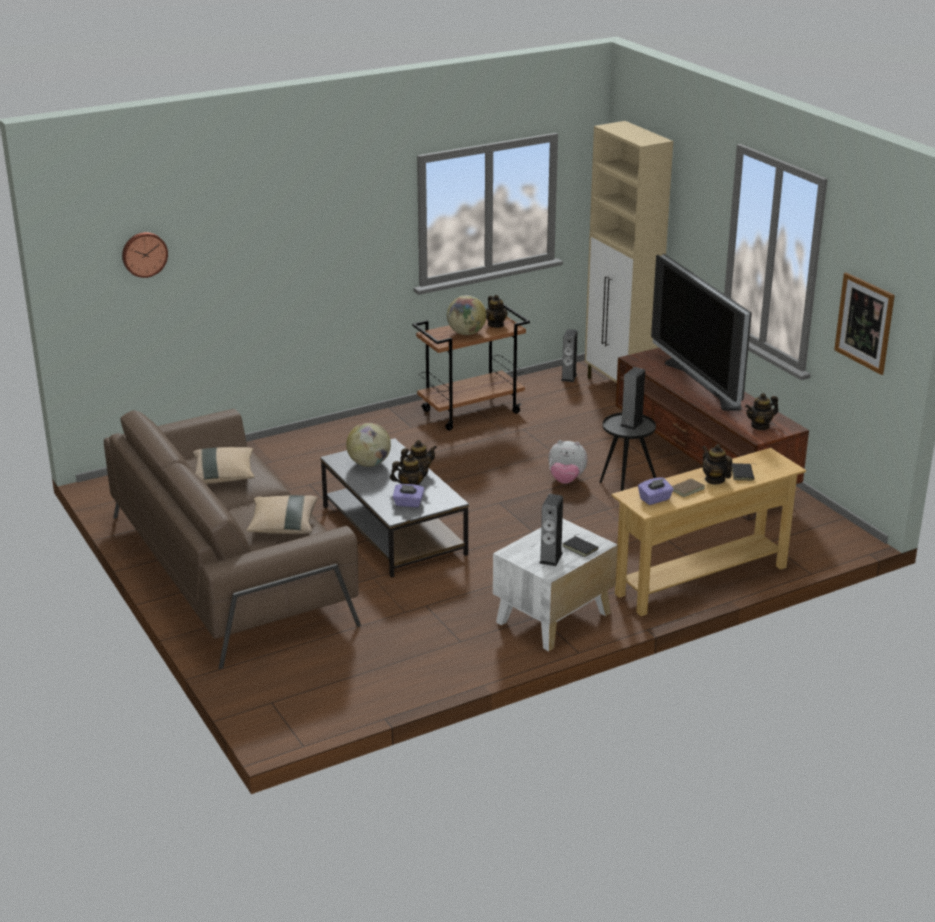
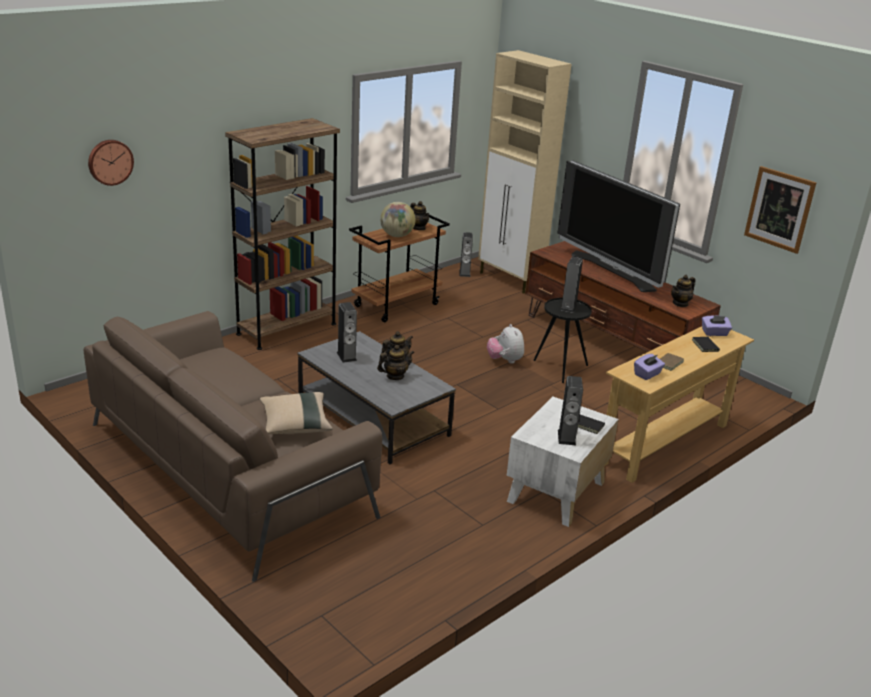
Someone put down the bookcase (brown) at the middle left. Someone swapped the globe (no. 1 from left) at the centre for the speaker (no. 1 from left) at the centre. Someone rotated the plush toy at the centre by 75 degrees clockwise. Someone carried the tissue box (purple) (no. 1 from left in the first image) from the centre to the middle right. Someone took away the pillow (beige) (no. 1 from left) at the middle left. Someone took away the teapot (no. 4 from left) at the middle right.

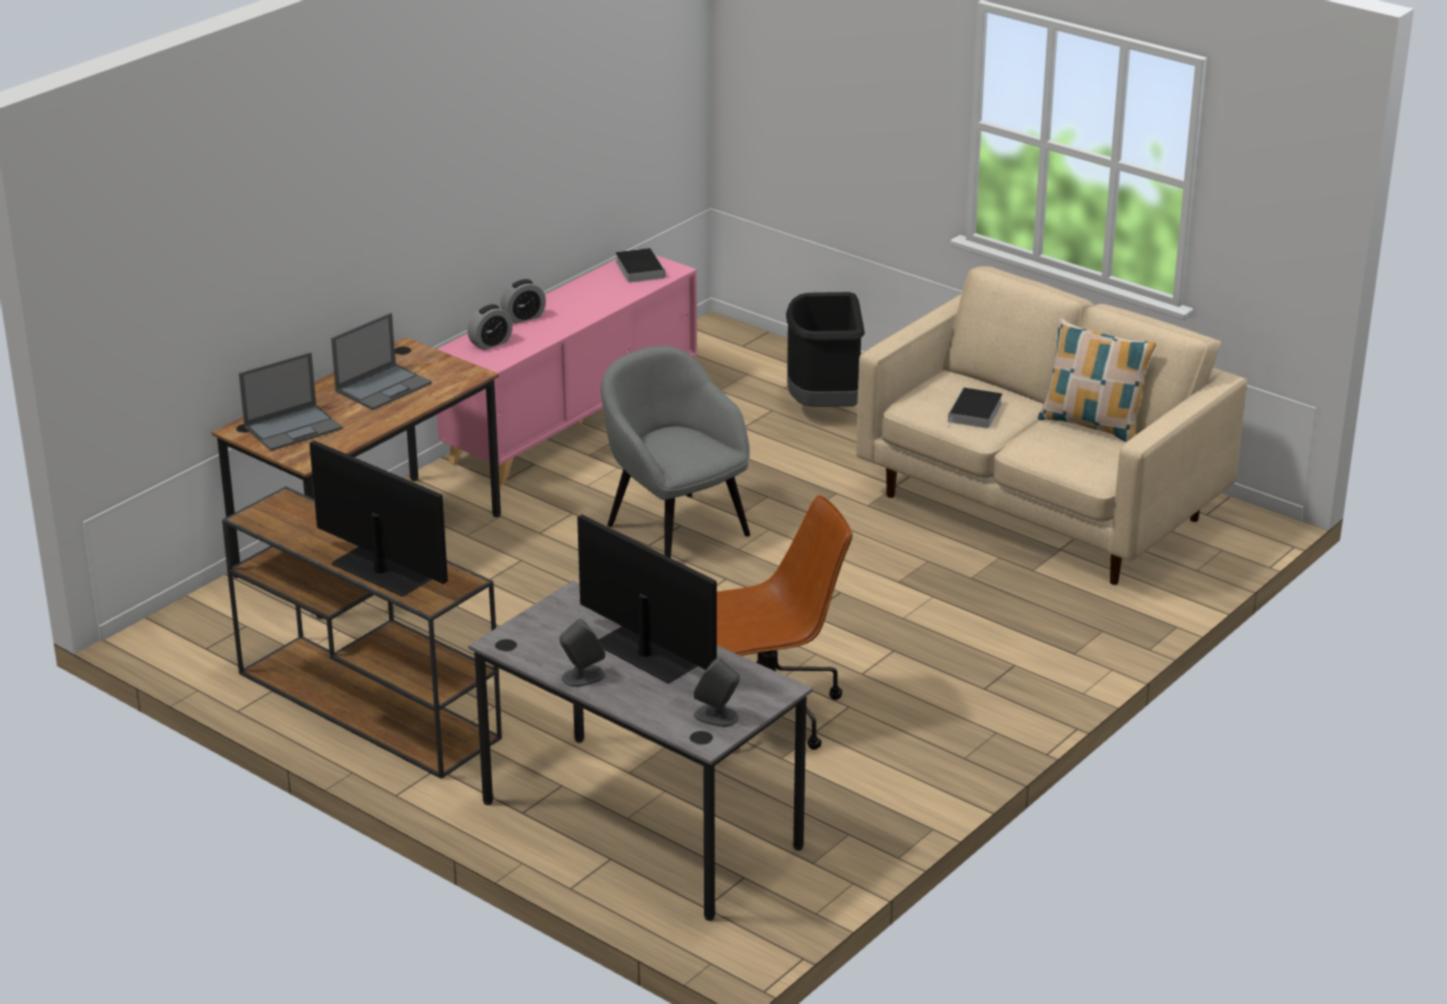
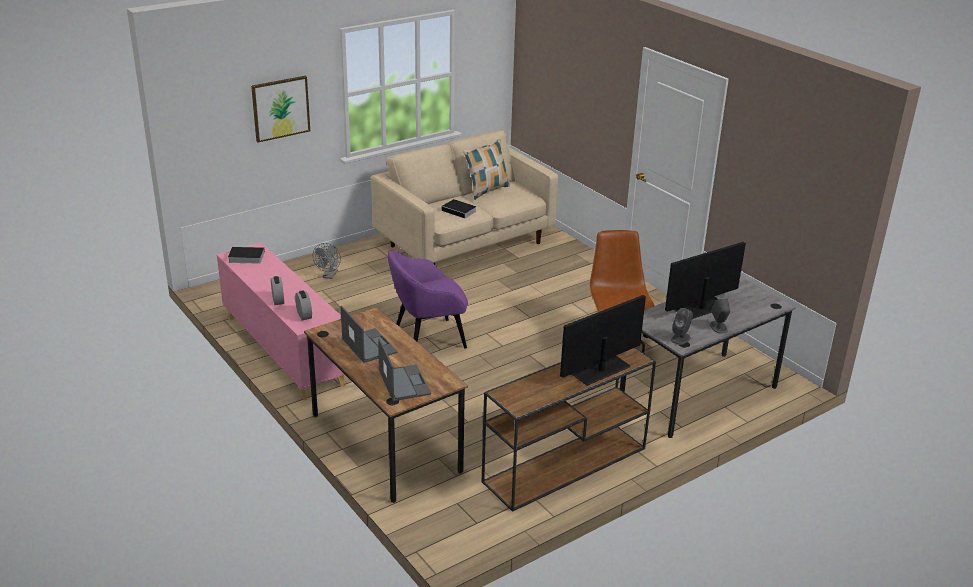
Someone put up the picture at the top left. Someone swapped the trash can (black) at the centre for the fan (grey) at the centre. Someone repainted the armchair (grey) at the centre, which became the armchair (purple) at the centre. Someone carried the speaker (grey) (no. 2 from left in the first image) from the bottom centre to the middle right.

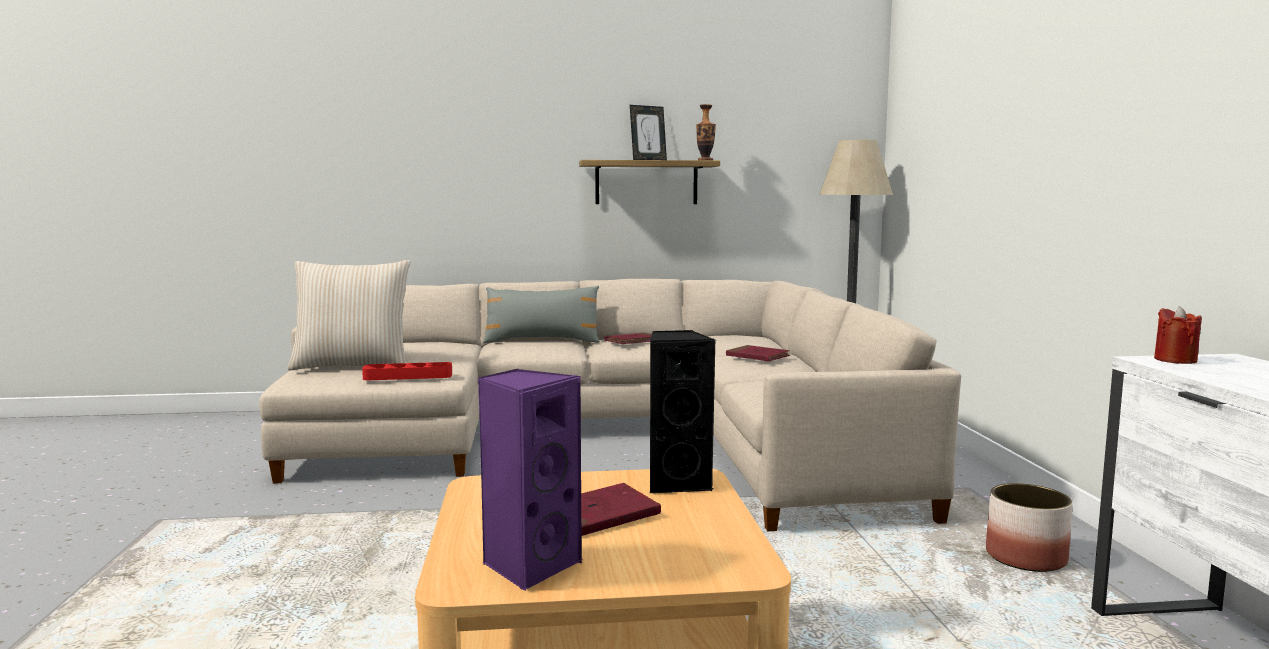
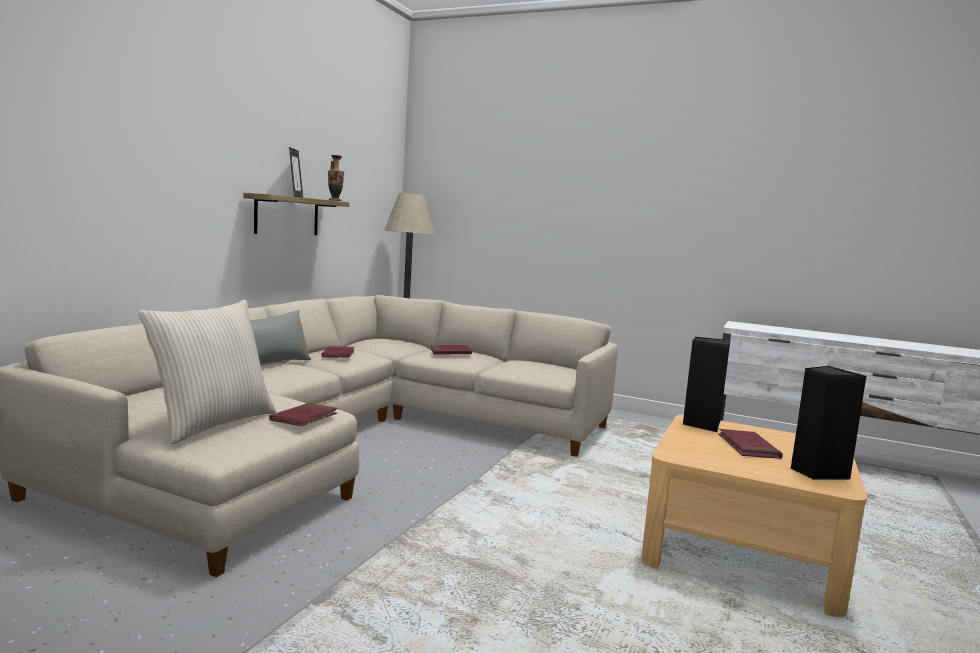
Someone swapped the tray (red) at the middle left for the book (red) (no. 1 from left) at the middle left. Someone repainted the speaker (purple) at the bottom centre, which became the speaker (black) (no. 2 from left) at the middle right. Someone took away the planter at the bottom right. Someone took away the candle (red) at the middle right.

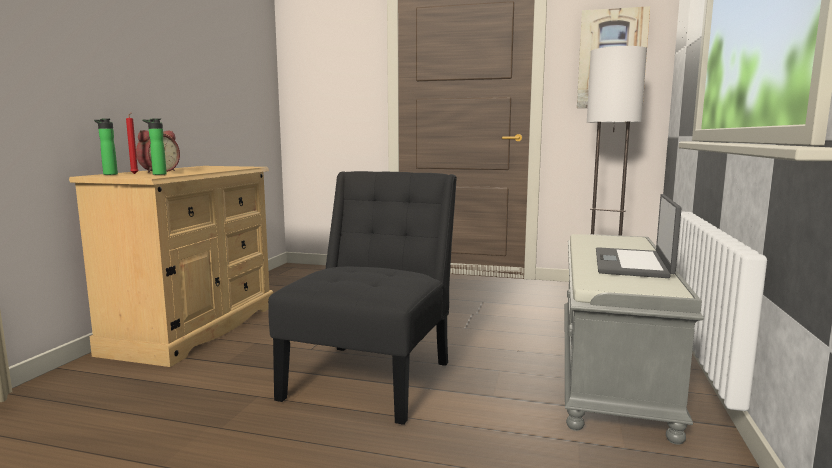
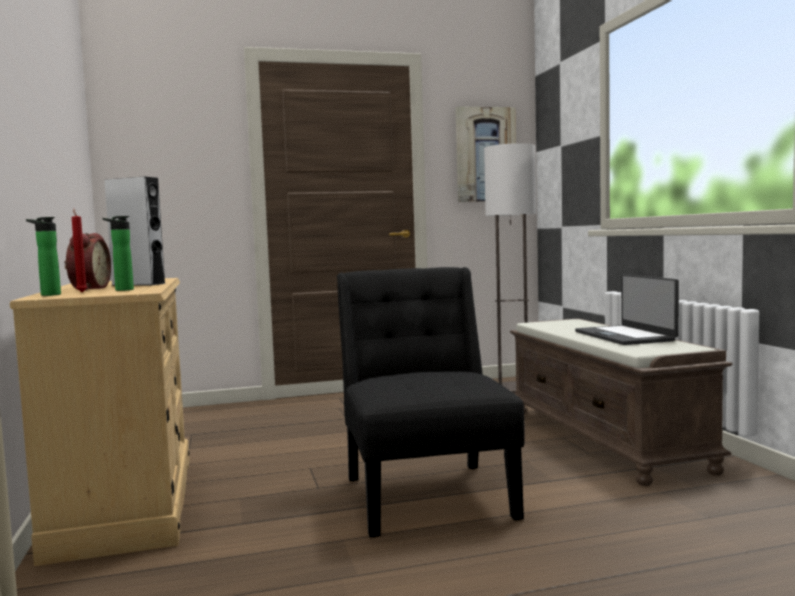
Someone put down the speaker (grey) at the middle left. Someone repainted the bench (grey) at the bottom right, which became the bench (brown) at the bottom right.

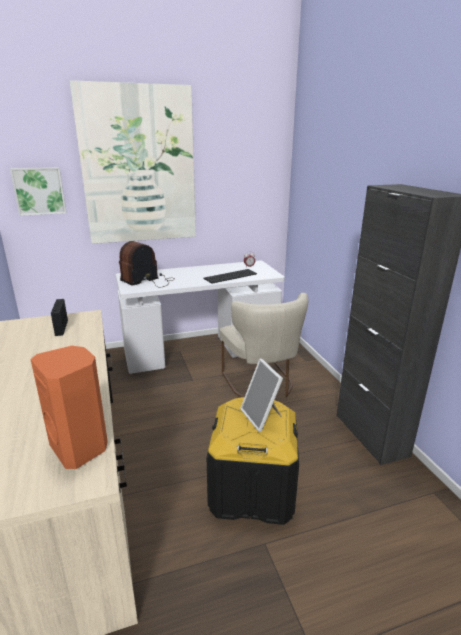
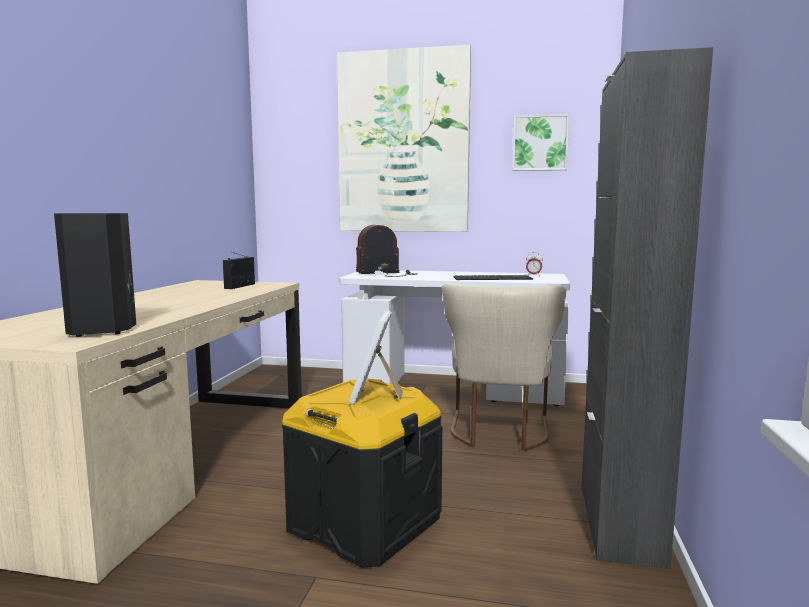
Someone repainted the speaker (orange) at the middle left, which became the speaker (black) at the middle left. Someone carried the picture (no. 1 from left in the first image) from the top left to the top right.

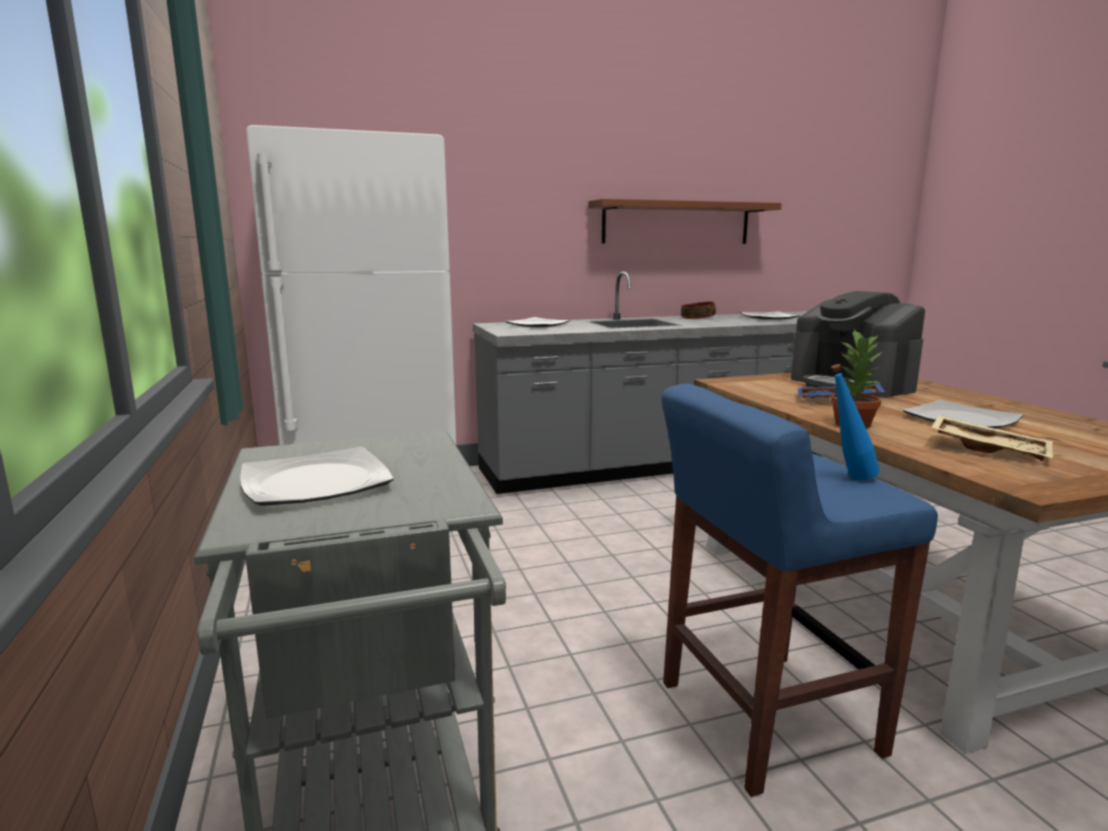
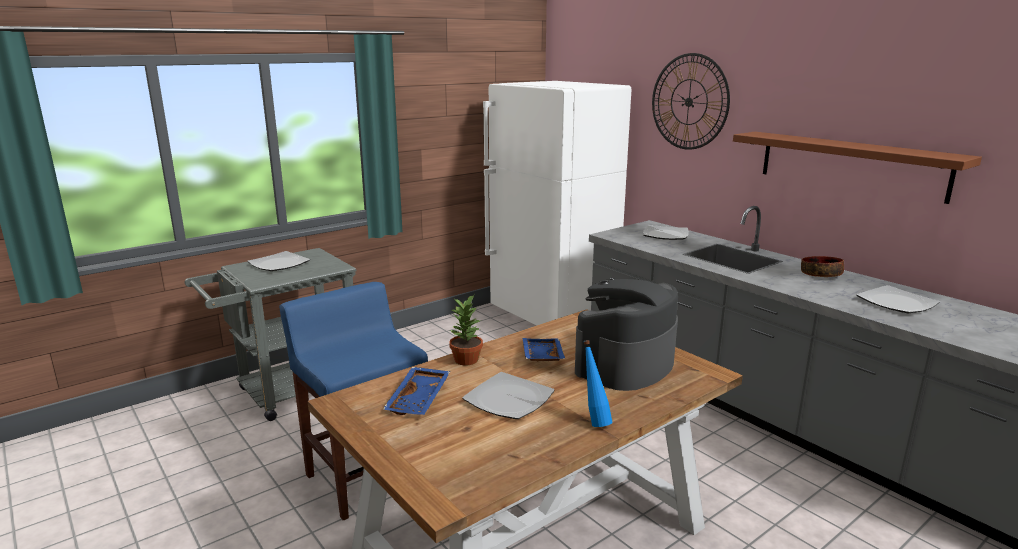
Someone repainted the tray (beige) at the middle right, which became the tray (blue) (no. 1 from left) at the bottom centre. Someone carried the bottle (blue) from the middle right to the bottom centre. Someone put up the wall clock at the top right.

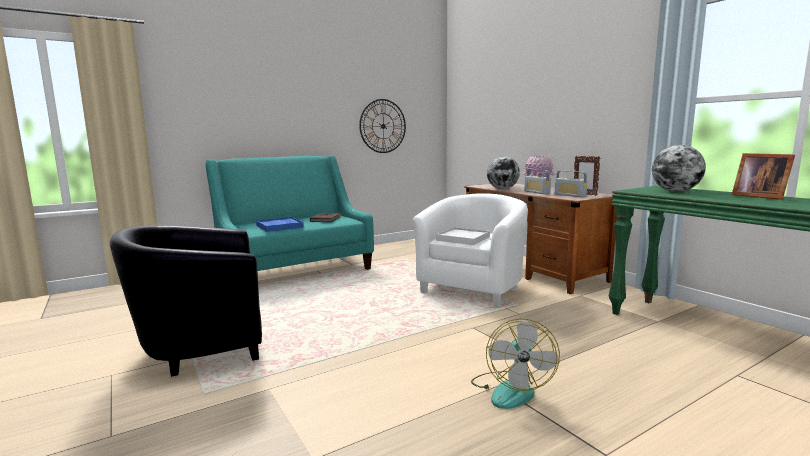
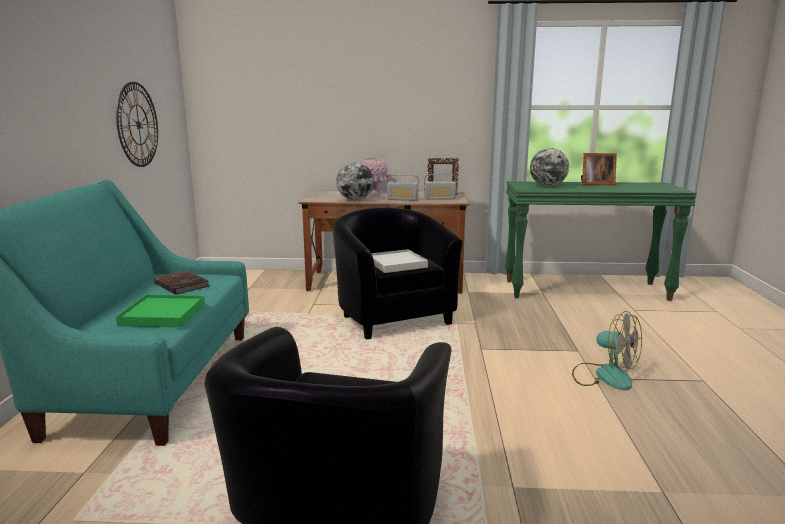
Someone repainted the tray (blue) at the centre, which became the tray (green) at the middle left. Someone repainted the armchair (white) at the centre, which became the armchair (black) (no. 2 from left) at the centre.

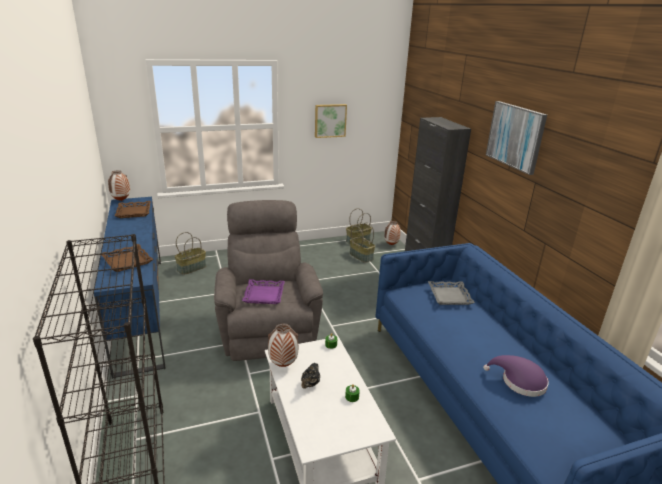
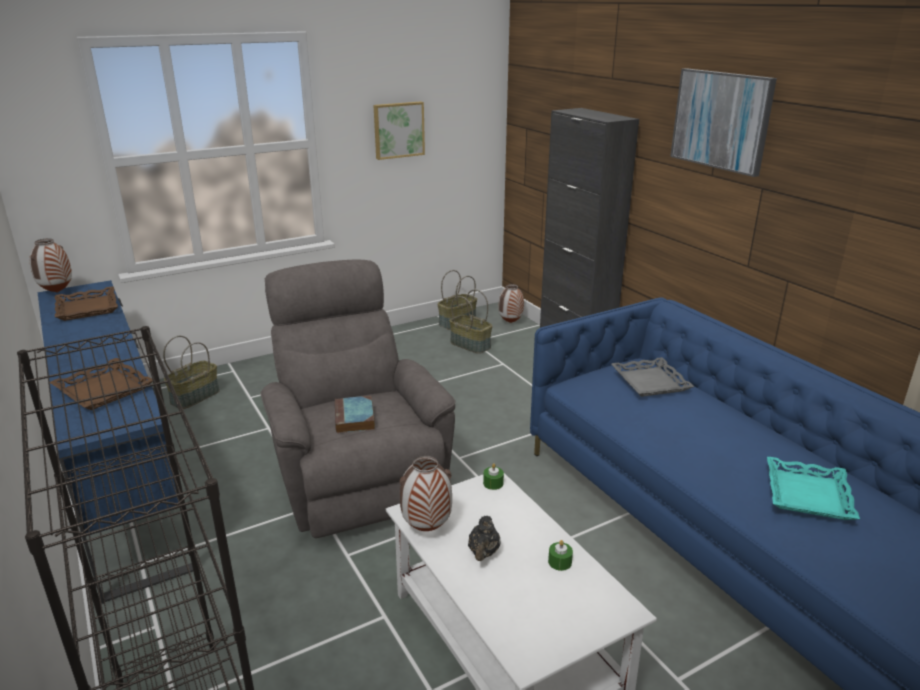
Someone swapped the tray (purple) at the centre for the book at the centre. Someone swapped the hat (purple) at the bottom right for the tray (turquoise) at the bottom right.

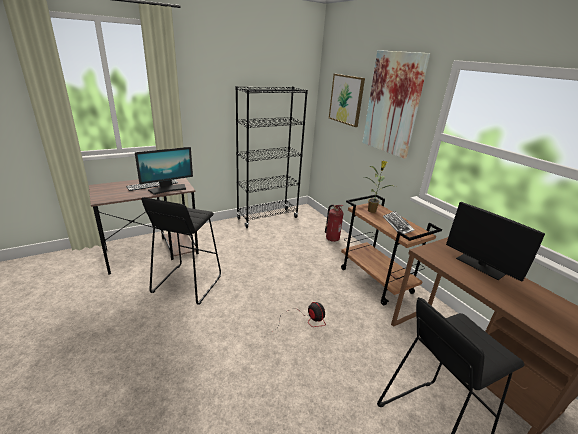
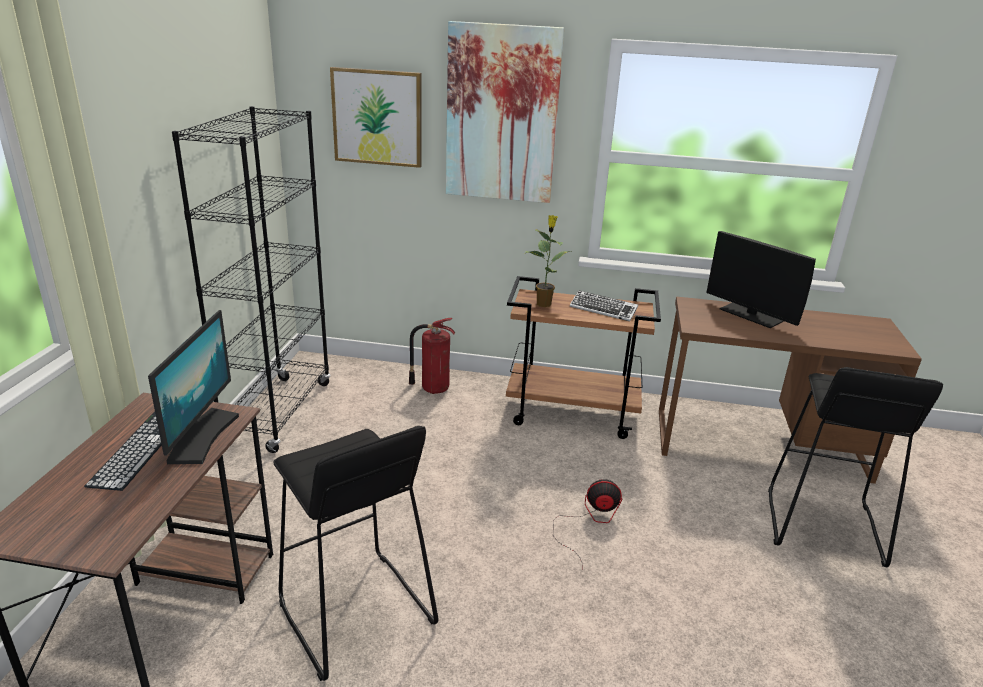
Someone rotated the monitor (no. 2 from left) at the middle right by 45 degrees clockwise.

